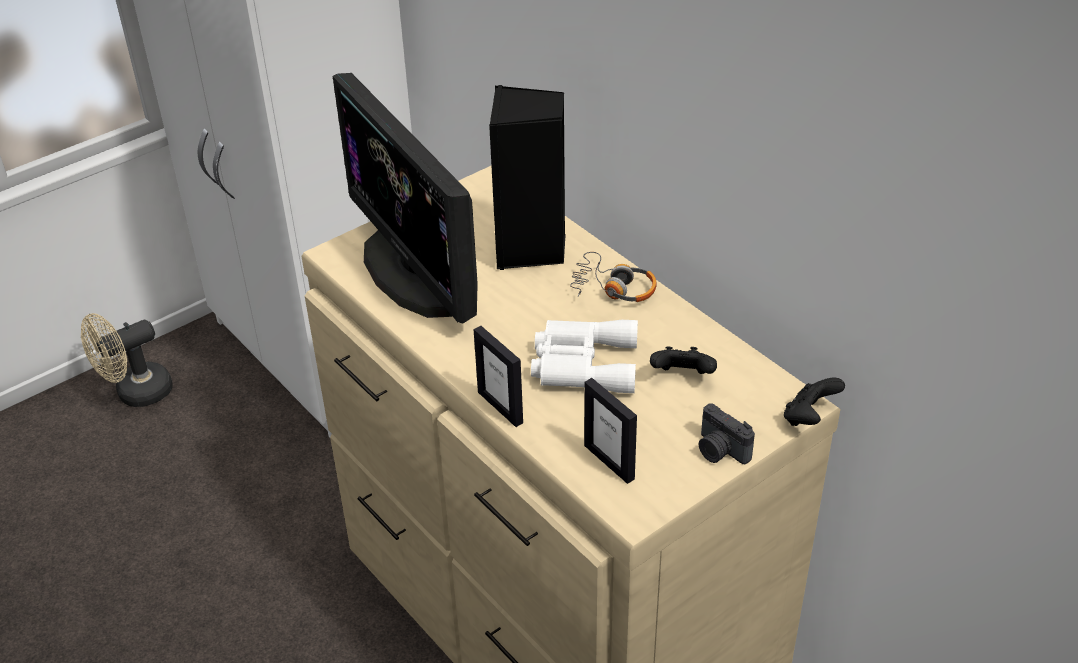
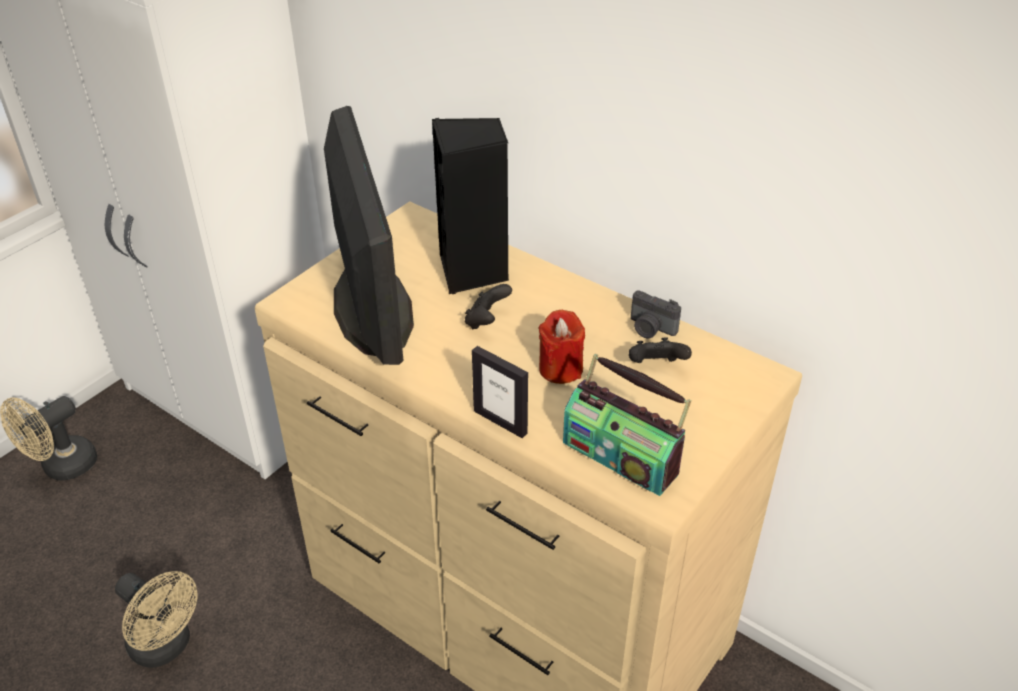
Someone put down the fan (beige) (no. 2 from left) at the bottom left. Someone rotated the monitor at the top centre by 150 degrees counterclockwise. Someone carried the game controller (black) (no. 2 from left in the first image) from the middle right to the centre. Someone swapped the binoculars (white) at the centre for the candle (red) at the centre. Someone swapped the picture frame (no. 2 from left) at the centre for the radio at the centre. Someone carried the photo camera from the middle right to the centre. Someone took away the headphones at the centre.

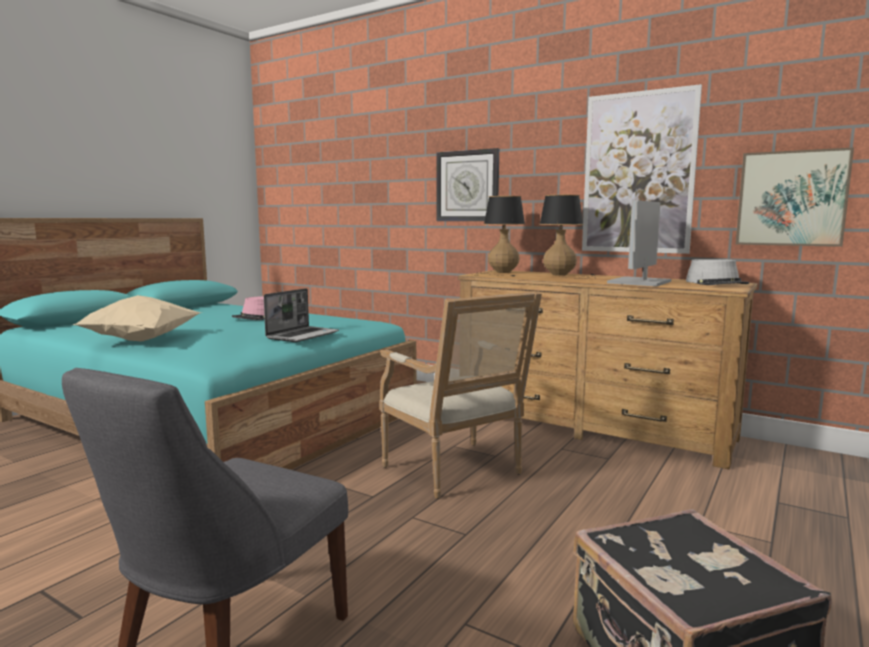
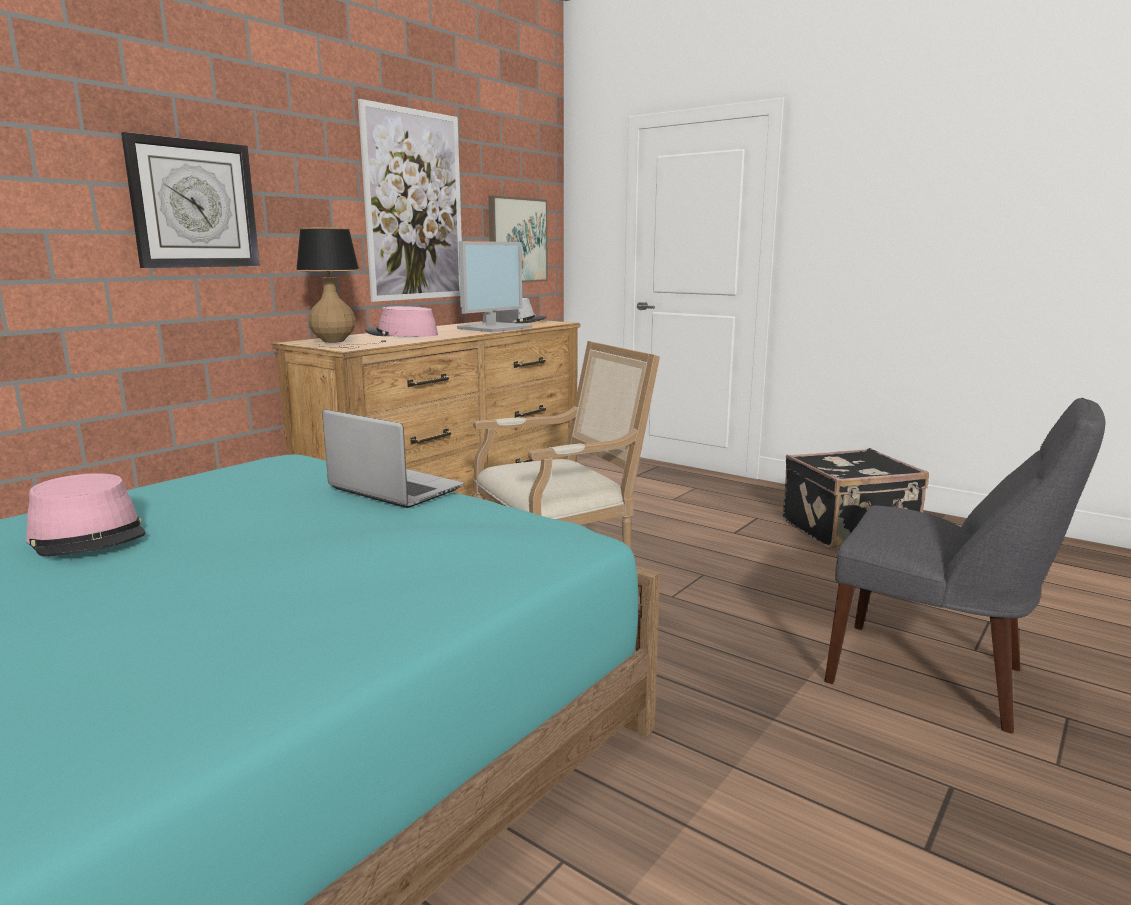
Someone swapped the table lamp (no. 2 from left) at the centre for the hat (pink) (no. 2 from left) at the centre. Someone rotated the monitor at the middle right by 90 degrees counterclockwise. Someone took away the pillow (beige) at the middle left.

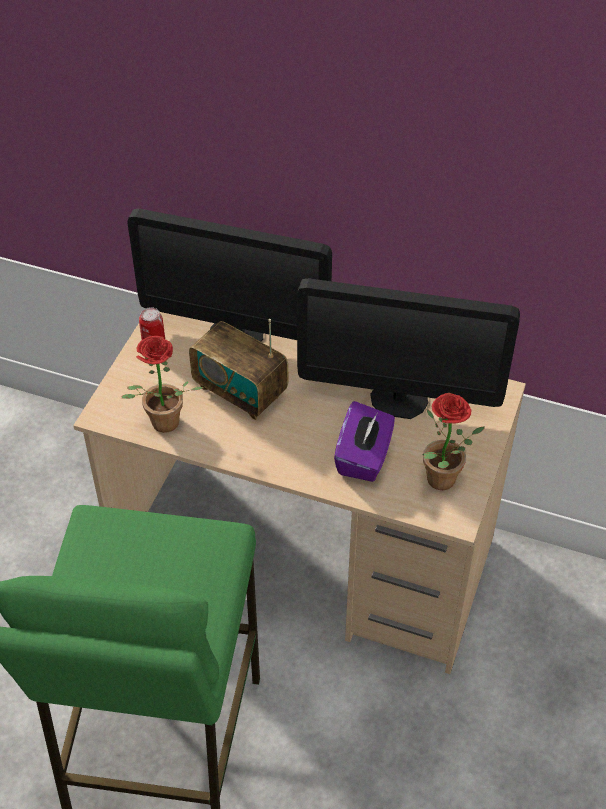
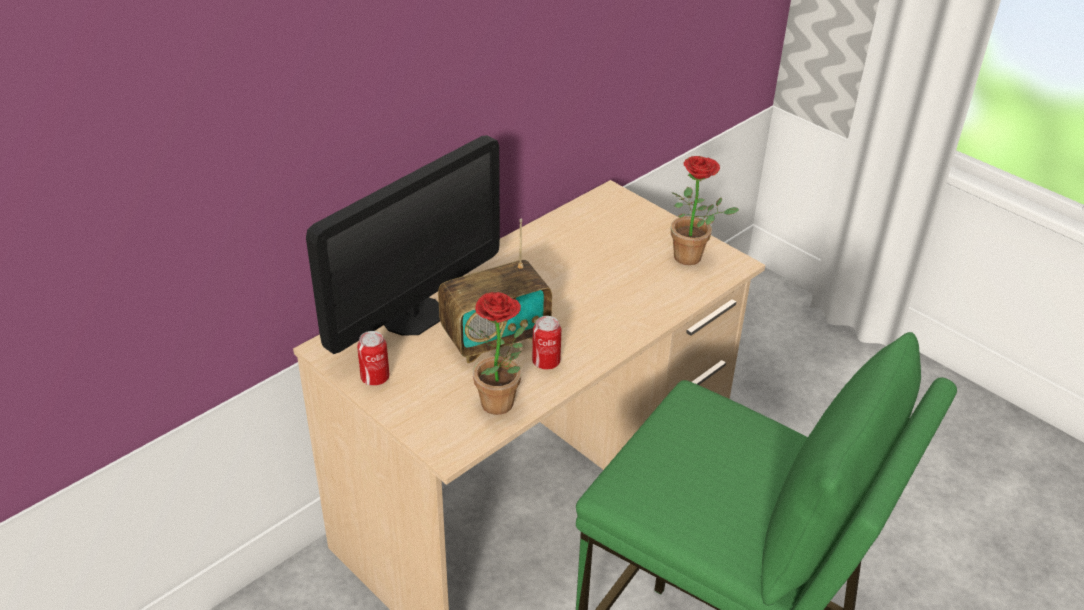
Someone put down the can (no. 2 from left) at the centre. Someone took away the monitor (no. 2 from left) at the middle right. Someone took away the tissue box (purple) at the centre.

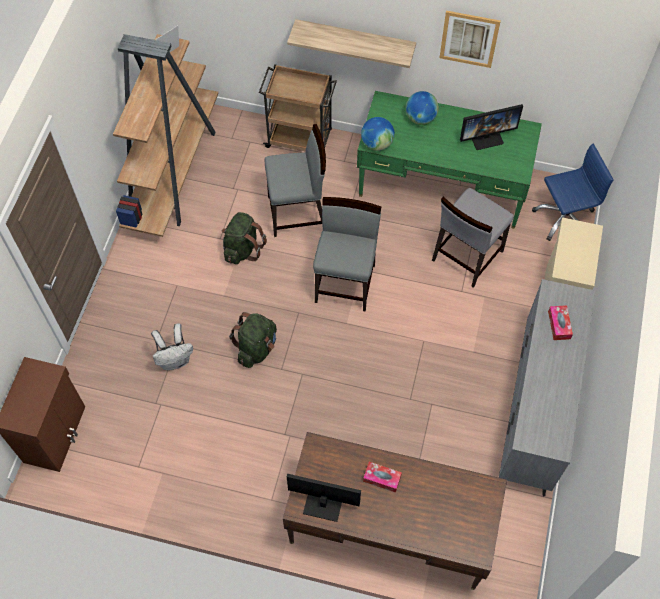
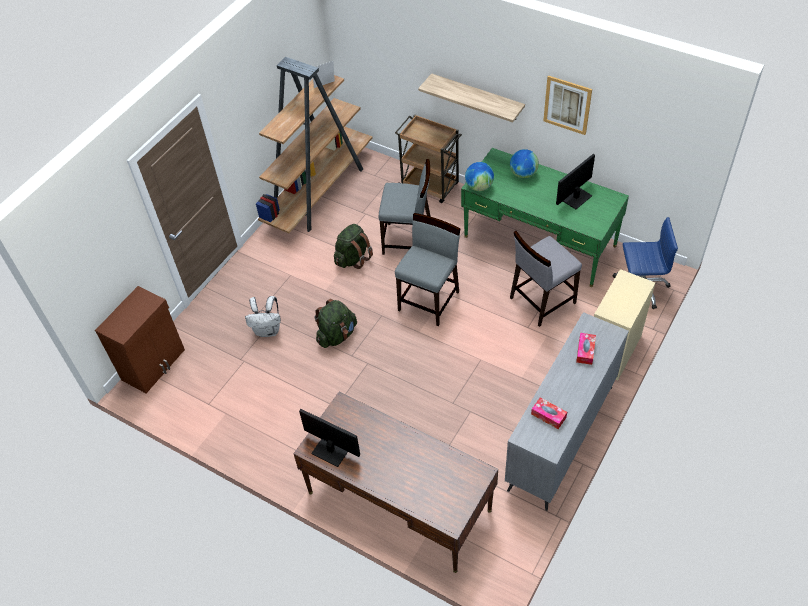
Someone carried the tissue box (no. 1 from left) from the bottom centre to the bottom right. Someone rotated the monitor (no. 2 from left) at the top right by 135 degrees clockwise.

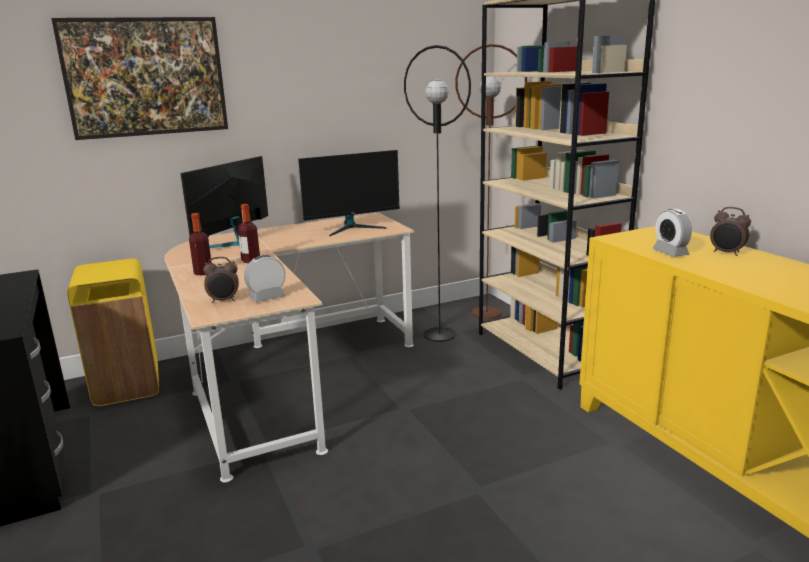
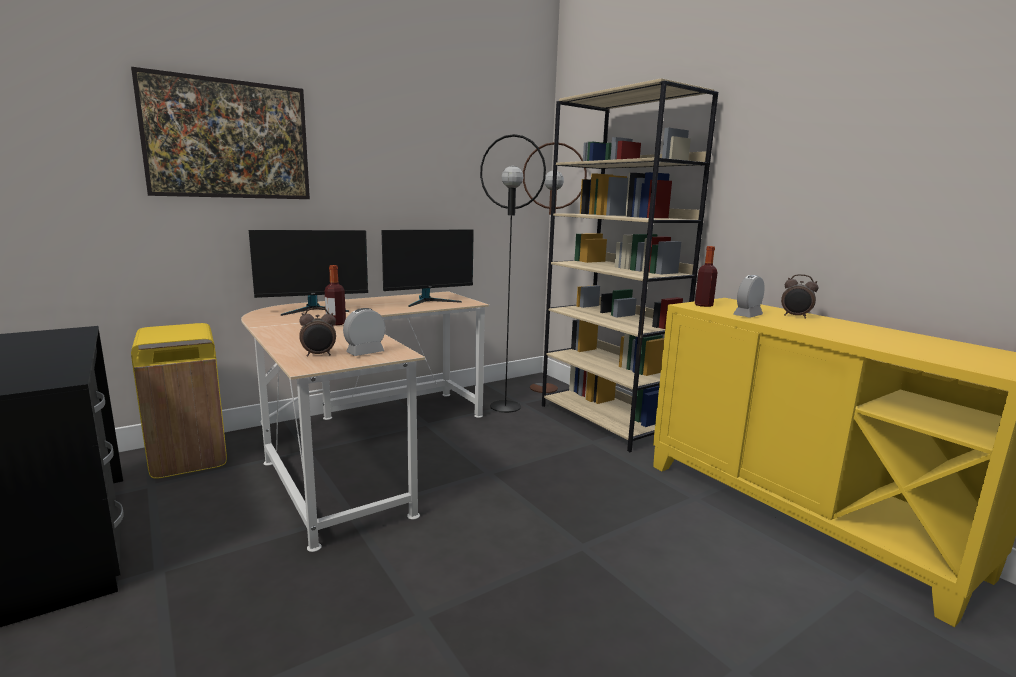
Someone rotated the monitor (no. 1 from left) at the middle left by 135 degrees counterclockwise. Someone carried the bottle (no. 1 from left in the first image) from the middle left to the middle right. Someone rotated the alarm clock (no. 3 from left) at the middle right by 75 degrees clockwise.

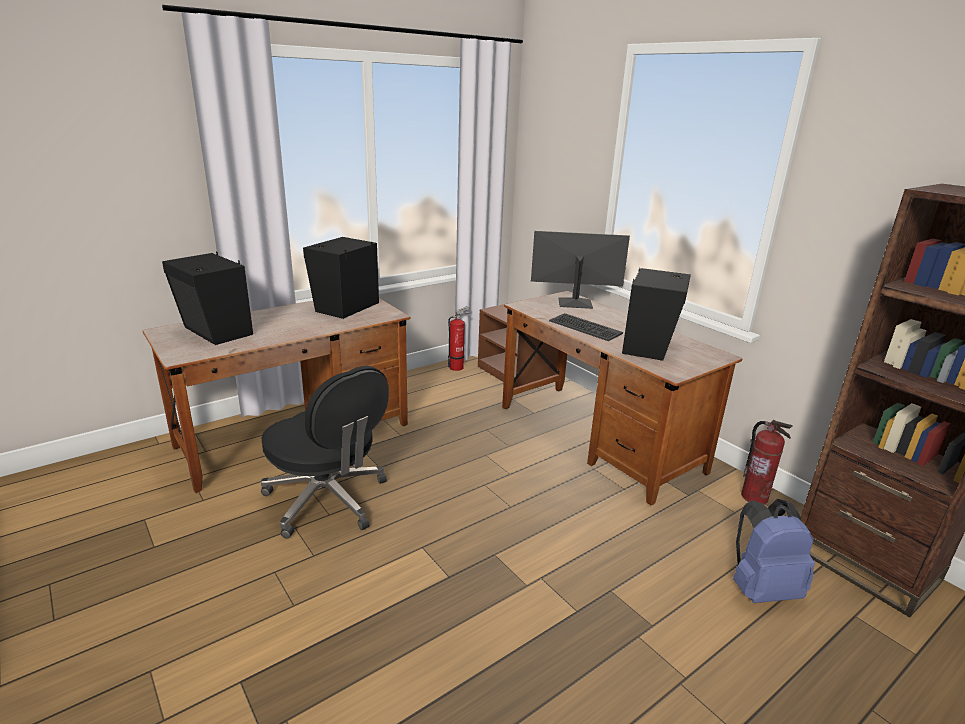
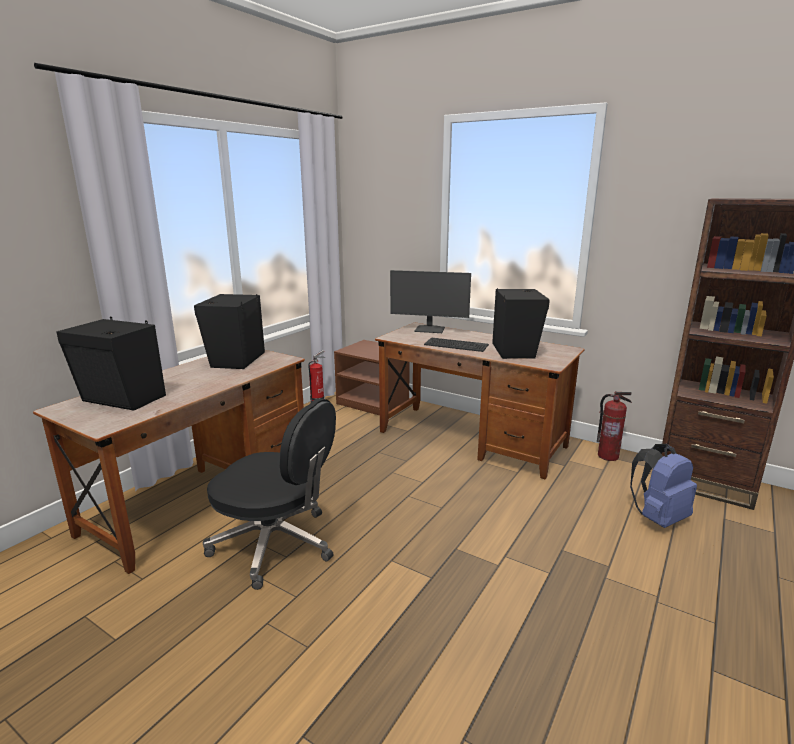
Someone rotated the monitor at the centre by 150 degrees counterclockwise.

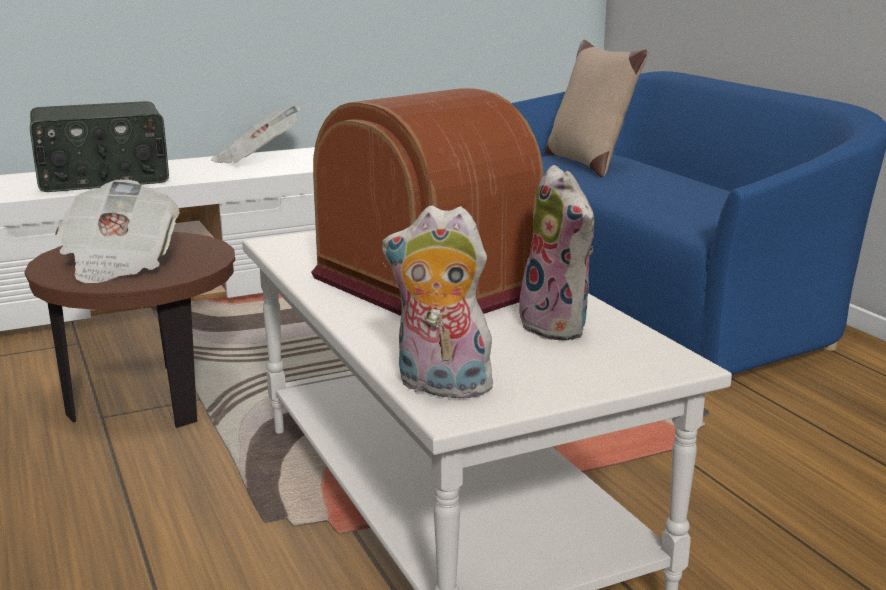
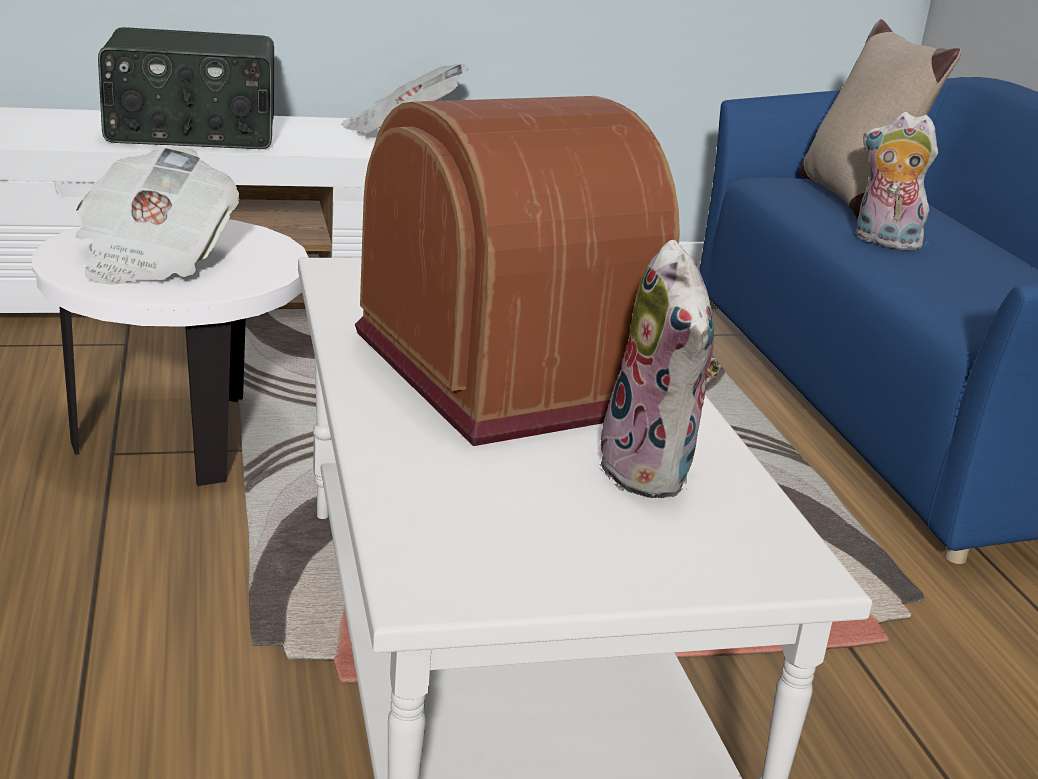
Someone repainted the side table (brown) at the middle left, which became the side table (white) at the middle left. Someone carried the plush toy (no. 1 from left in the first image) from the centre to the top right.

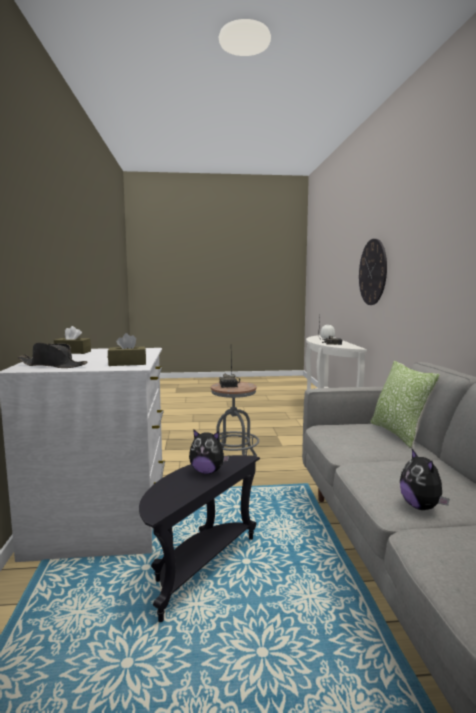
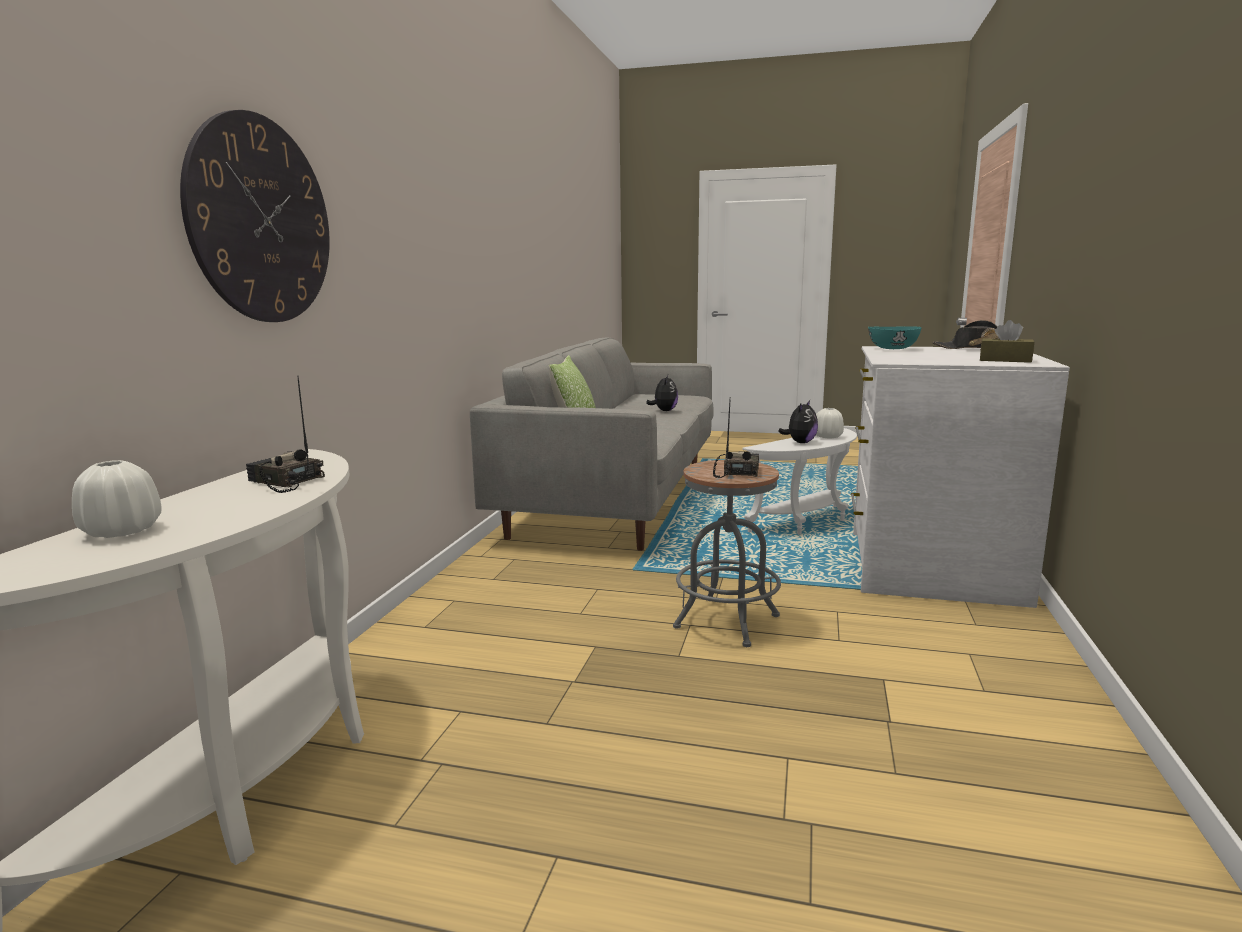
Someone repainted the side table (black) at the bottom centre, which became the side table (white) at the centre. Someone rotated the plush toy (no. 1 from left in the first image) at the centre by 90 degrees clockwise. Someone put down the vase (white) (no. 2 from left) at the middle right. Someone swapped the tissue box (brown) (no. 2 from left) at the middle left for the bowl (turquoise) at the middle right.

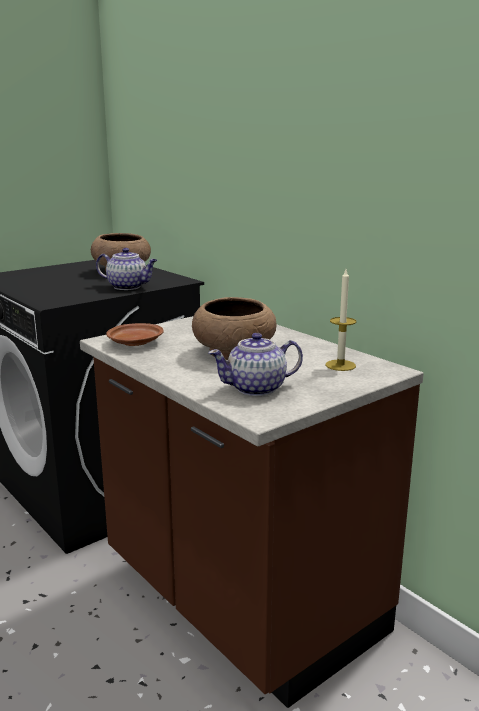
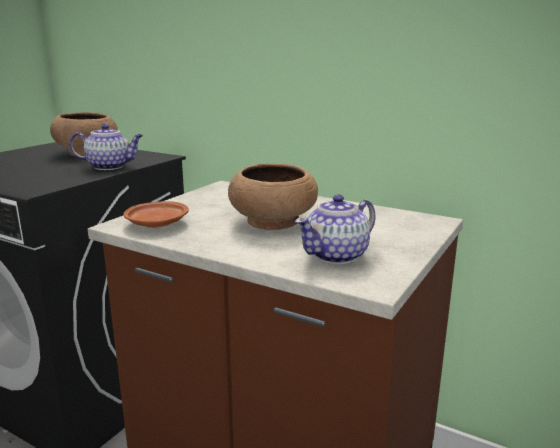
Someone took away the candle at the middle right.

